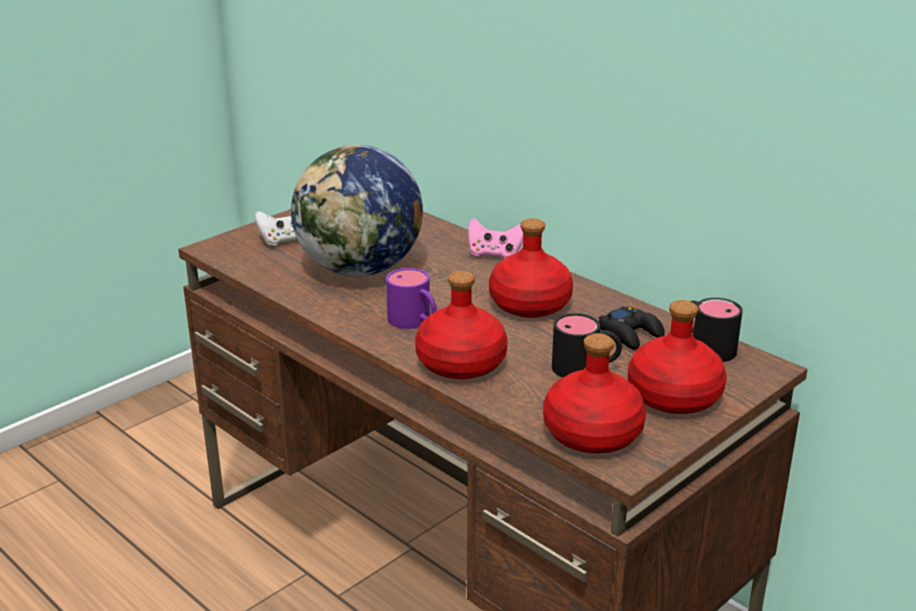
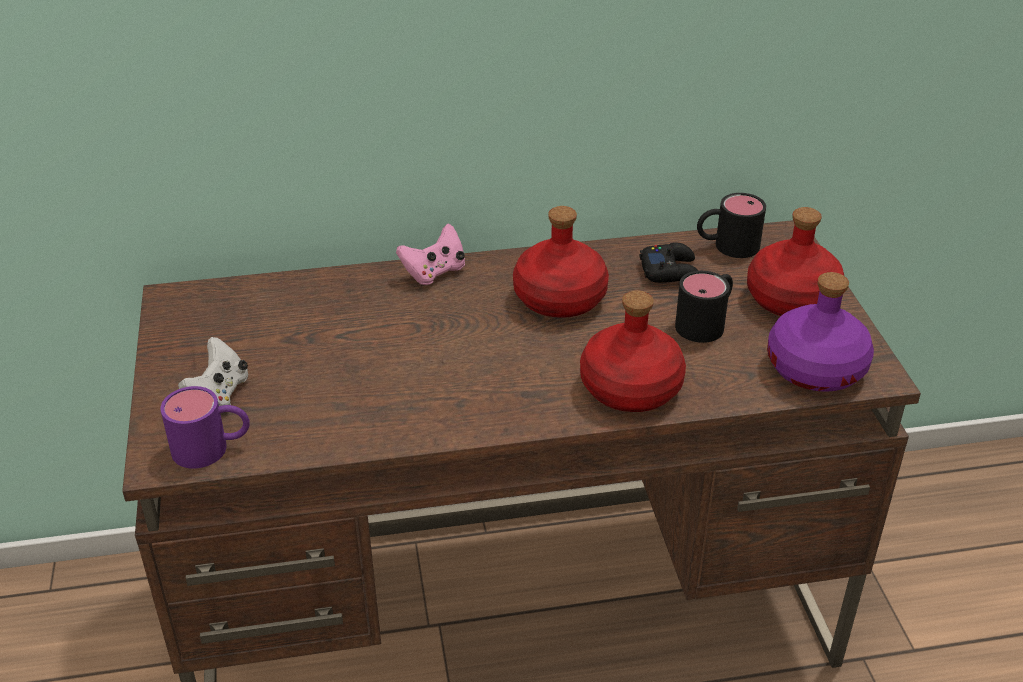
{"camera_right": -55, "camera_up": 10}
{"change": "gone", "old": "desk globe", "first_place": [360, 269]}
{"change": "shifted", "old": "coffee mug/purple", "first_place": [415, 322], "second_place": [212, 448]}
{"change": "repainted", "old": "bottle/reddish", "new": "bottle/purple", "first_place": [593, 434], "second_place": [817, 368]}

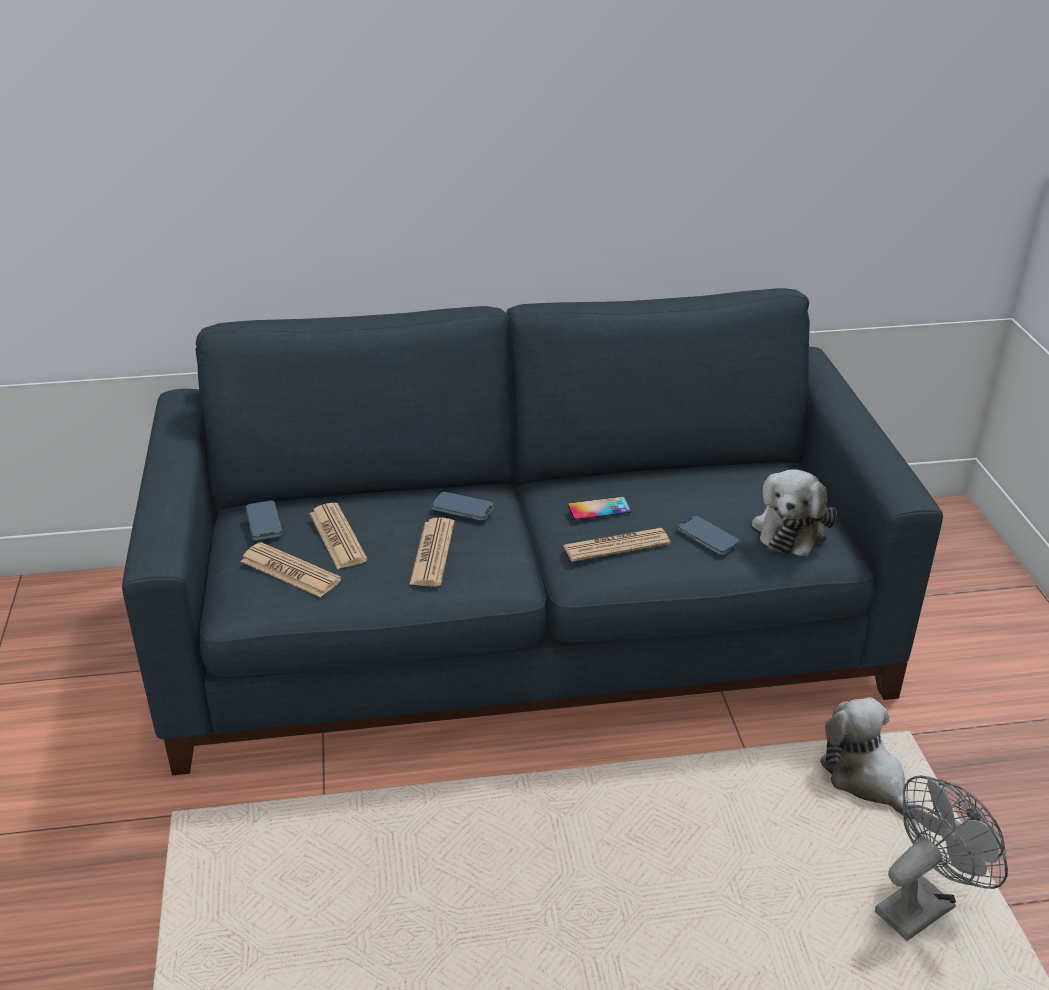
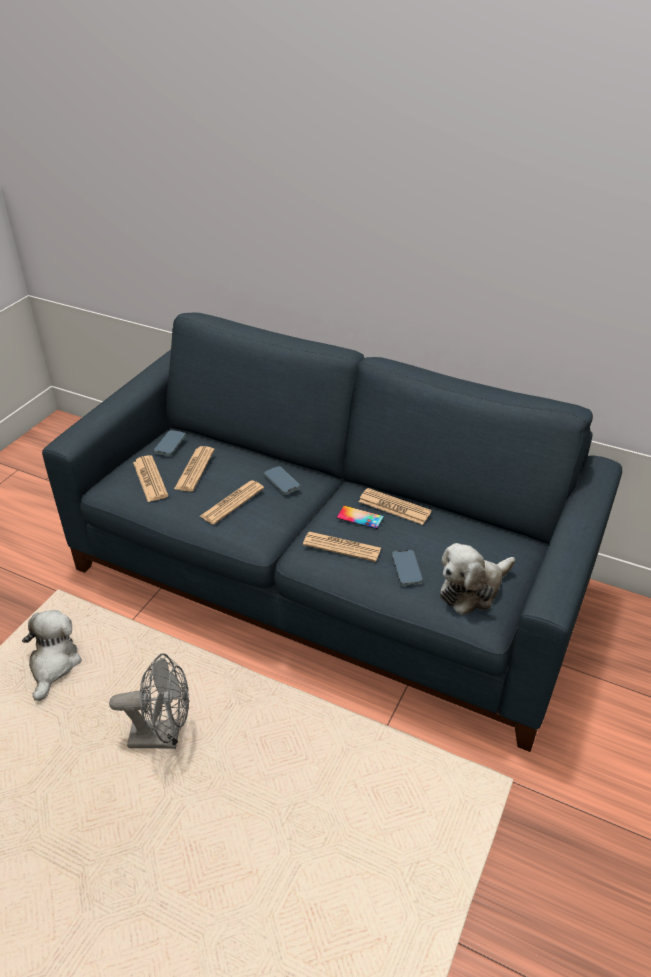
{"camera_right": 35, "camera_up": 5}
{"change": "shifted", "old": "cuddly toy", "first_place": [866, 778], "second_place": [54, 664]}
{"change": "shifted", "old": "cooling fan/gray", "first_place": [922, 903], "second_place": [163, 736]}
{"change": "new", "new": "daily paper", "second_place": [394, 507]}

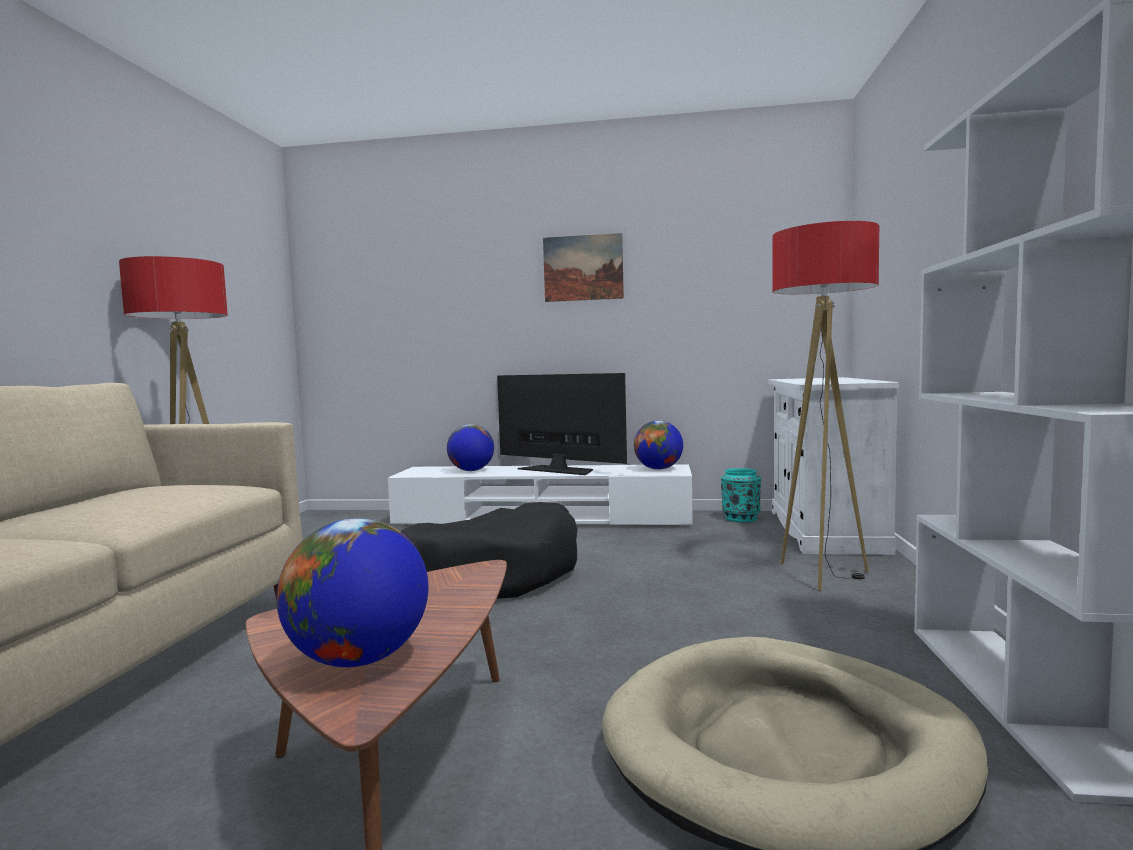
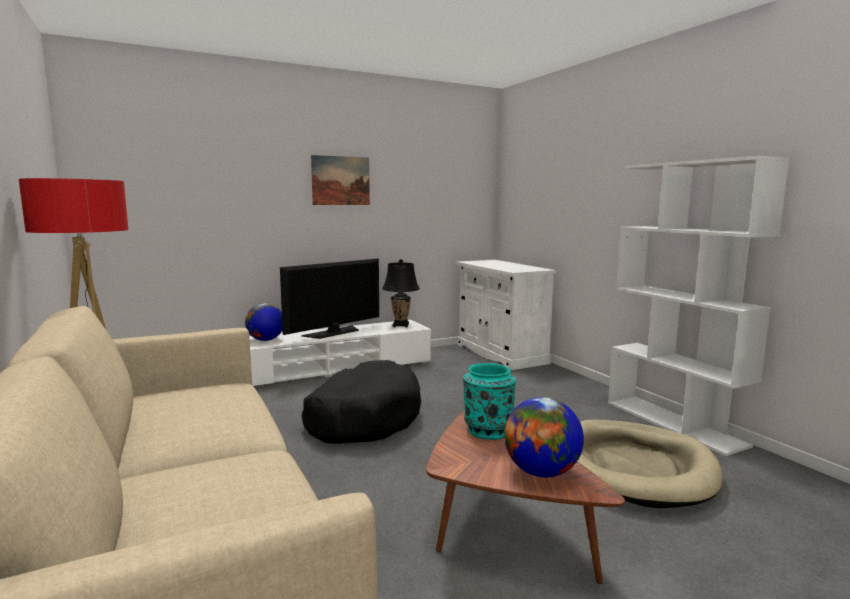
{"camera_right": -35, "camera_up": 5}
{"change": "rotated", "old": "TV", "first_place": [558, 470], "second_place": [333, 332], "degrees": 135}
{"change": "swapped", "old": "desk globe", "new": "table lamp/blackish", "first_place": [658, 469], "second_place": [400, 325]}
{"change": "shifted", "old": "vase/turquoise-coloured", "first_place": [740, 518], "second_place": [487, 430]}
{"change": "gone", "old": "floor lamp", "first_place": [822, 575]}

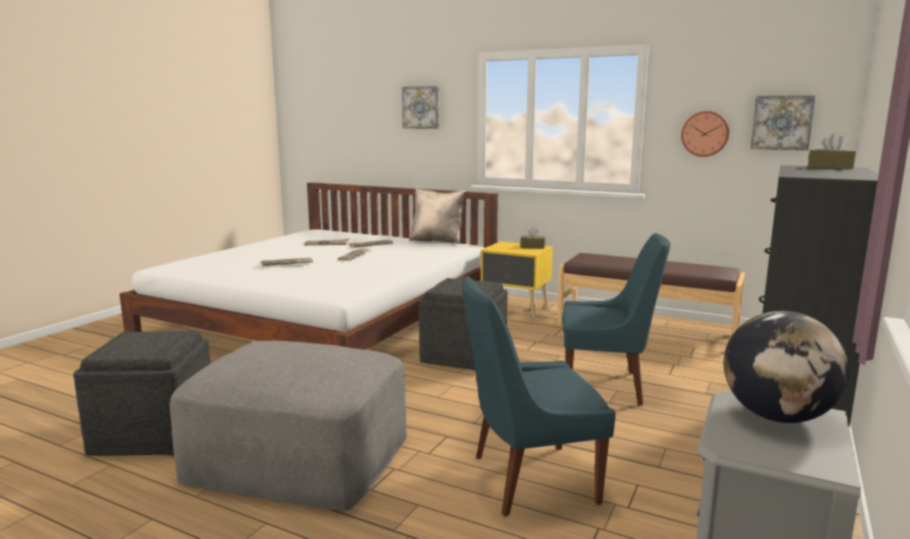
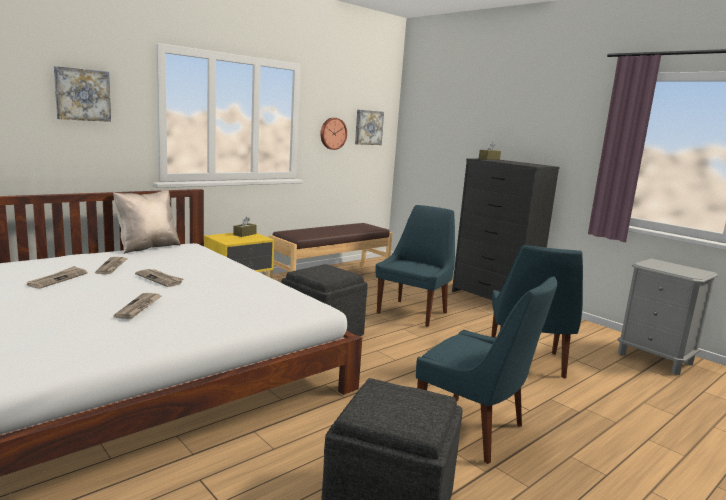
{"camera_right": -70, "camera_up": 0}
{"change": "swapped", "old": "ottoman/gray", "new": "upright chair/bluish", "first_place": [298, 457], "second_place": [474, 430]}
{"change": "gone", "old": "desk globe", "first_place": [777, 417]}

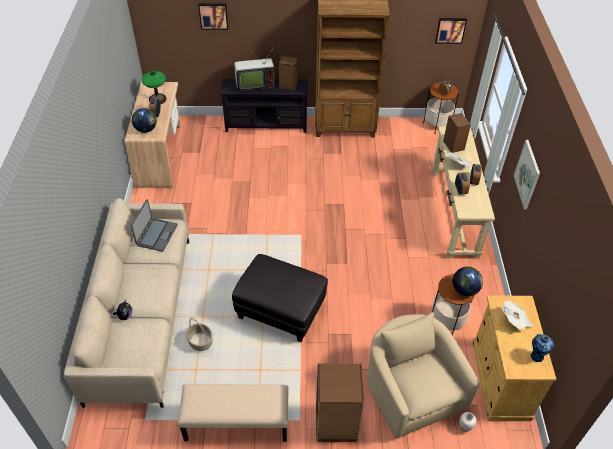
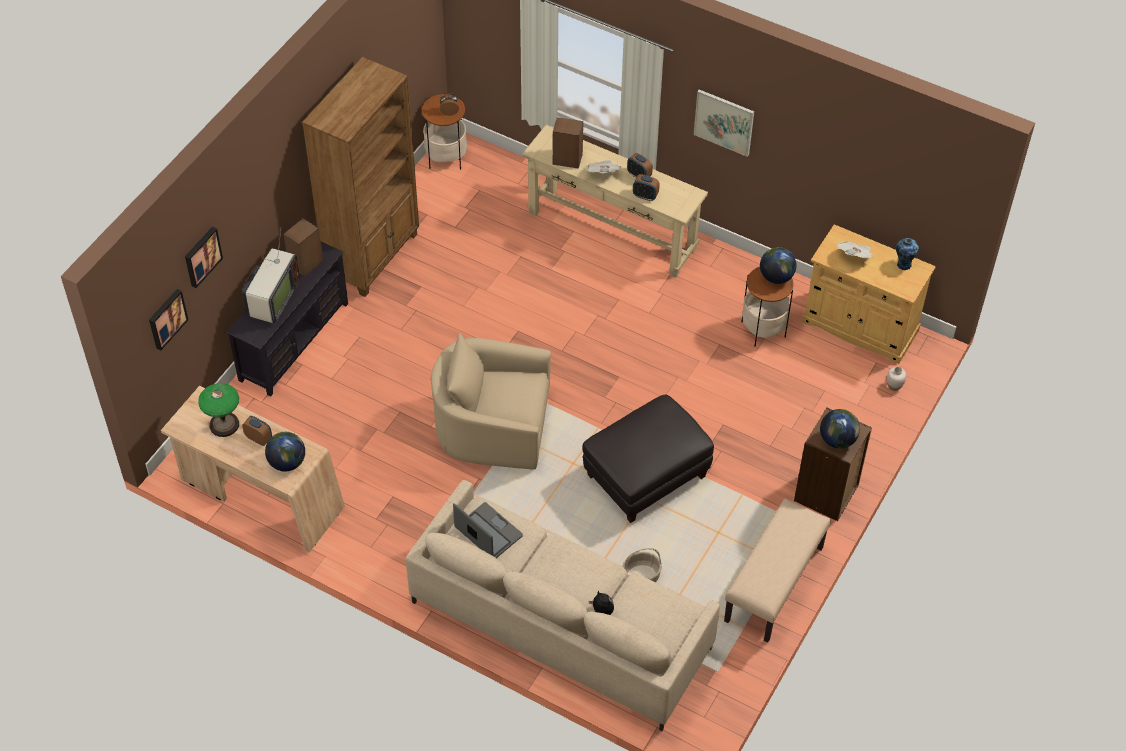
{"camera_right": -60, "camera_up": 5}
{"change": "shifted", "old": "armchair/beige-coloured", "first_place": [412, 390], "second_place": [493, 426]}
{"change": "shifted", "old": "picture", "first_place": [450, 30], "second_place": [166, 318]}
{"change": "new", "new": "desk globe", "second_place": [837, 440]}

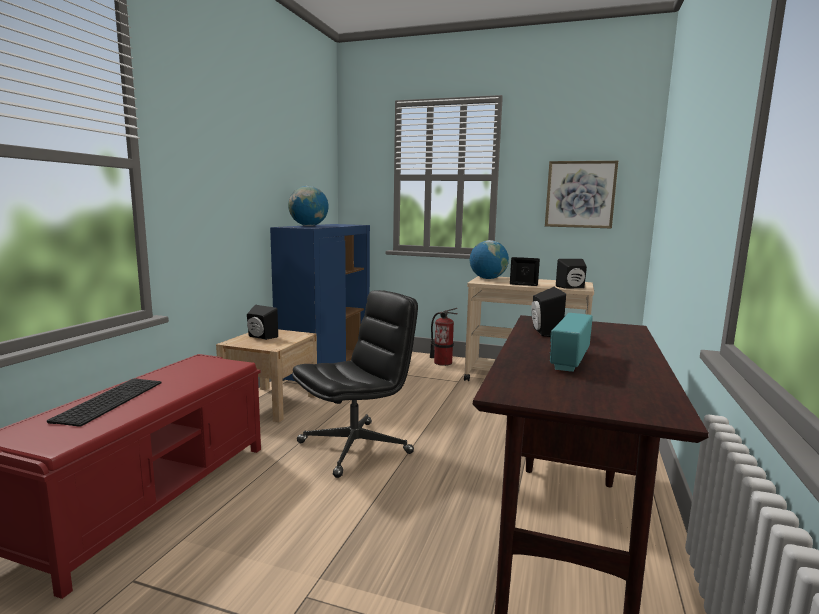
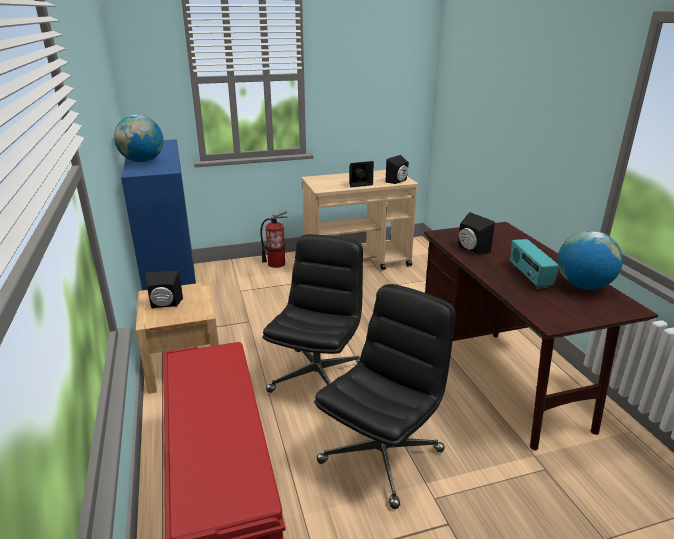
{"camera_right": -35, "camera_up": 15}
{"change": "gone", "old": "keyboard", "first_place": [109, 400]}
{"change": "shifted", "old": "desk globe", "first_place": [488, 278], "second_place": [582, 286]}
{"change": "gone", "old": "picture", "first_place": [580, 194]}
{"change": "new", "new": "desk chair/blackish", "second_place": [382, 455]}

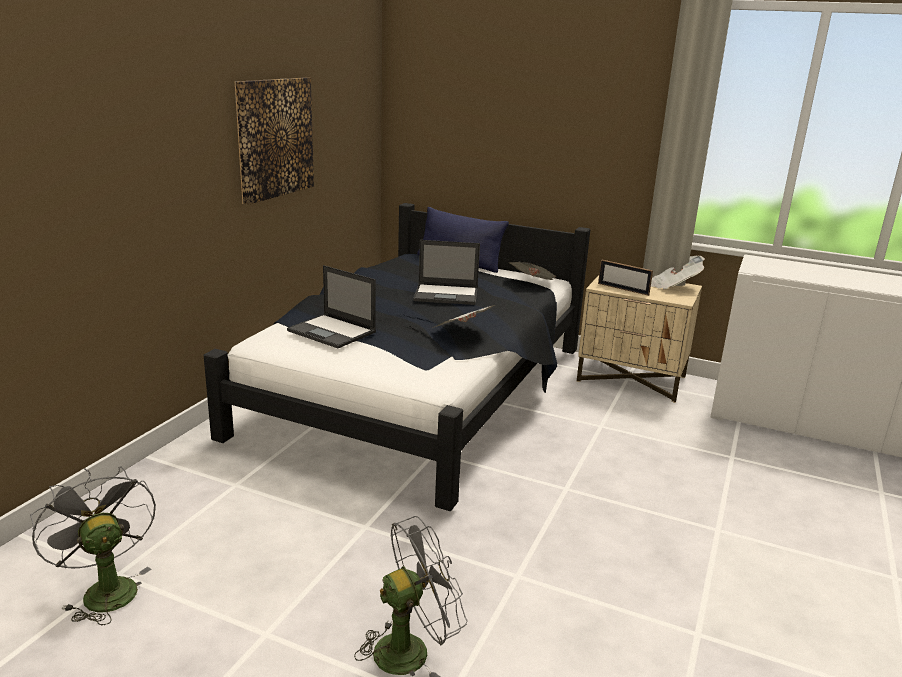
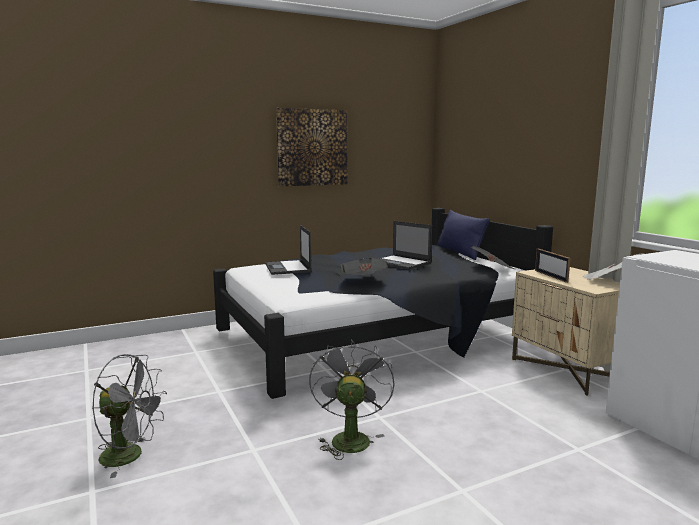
{"camera_right": 40, "camera_up": -10}
{"change": "shifted", "old": "cooling fan/gray", "first_place": [105, 589], "second_place": [349, 438]}

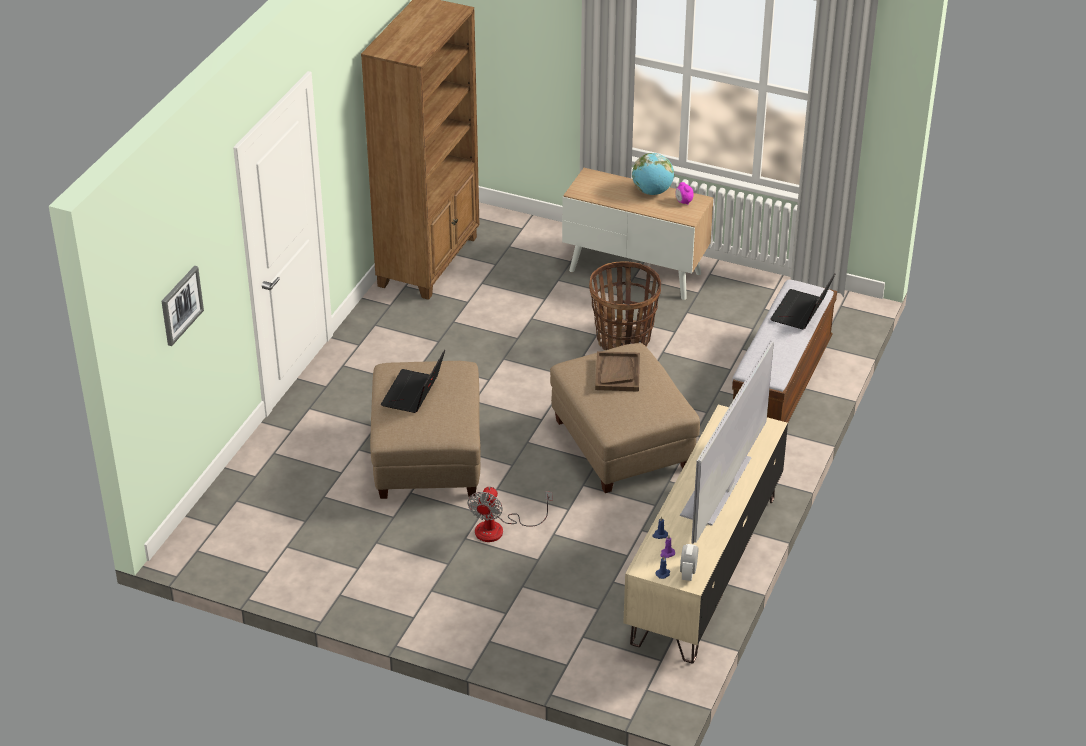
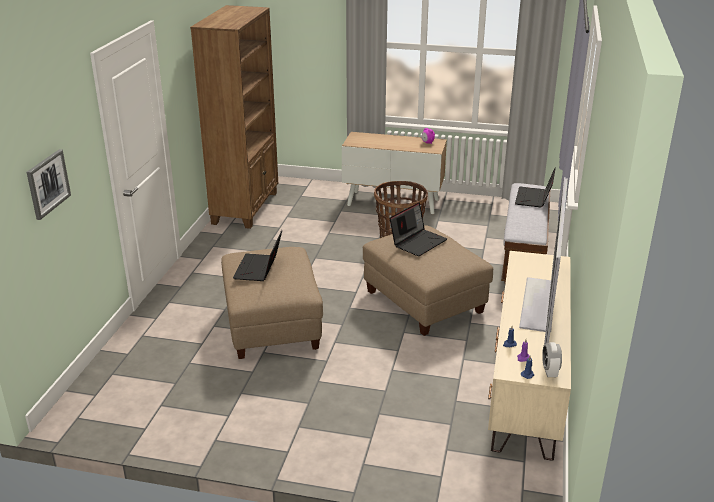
{"camera_right": -10, "camera_up": -10}
{"change": "gone", "old": "cooling fan", "first_place": [499, 529]}
{"change": "swapped", "old": "tray/brown", "new": "portable computer", "first_place": [617, 373], "second_place": [418, 242]}
{"change": "gone", "old": "desk globe", "first_place": [652, 192]}

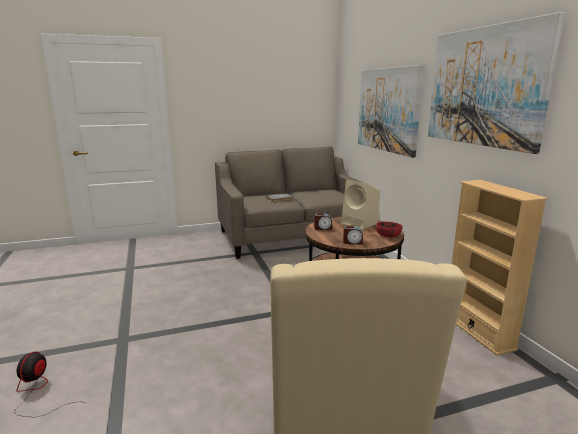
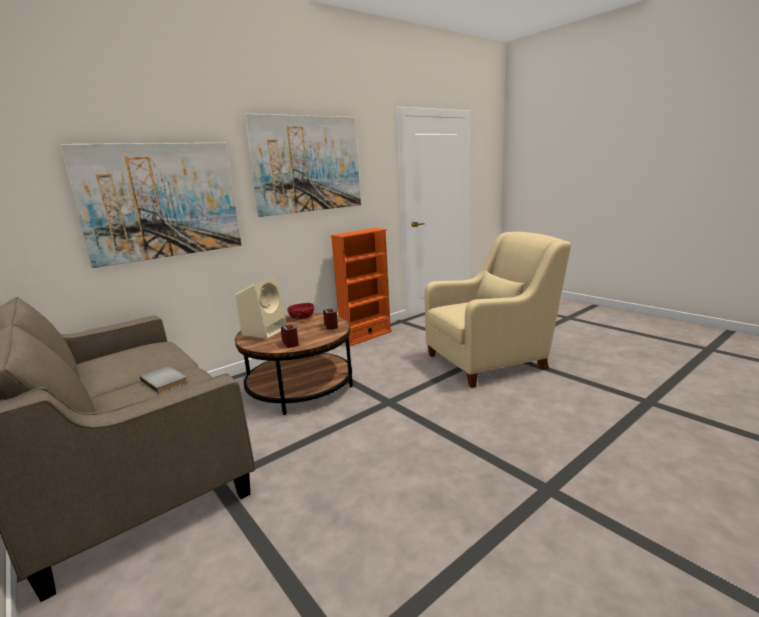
{"camera_right": -110, "camera_up": 0}
{"change": "gone", "old": "cooling fan", "first_place": [38, 392]}
{"change": "repainted", "old": "shelving unit/beige-coloured", "new": "shelving unit/orange", "first_place": [478, 331], "second_place": [366, 336]}

